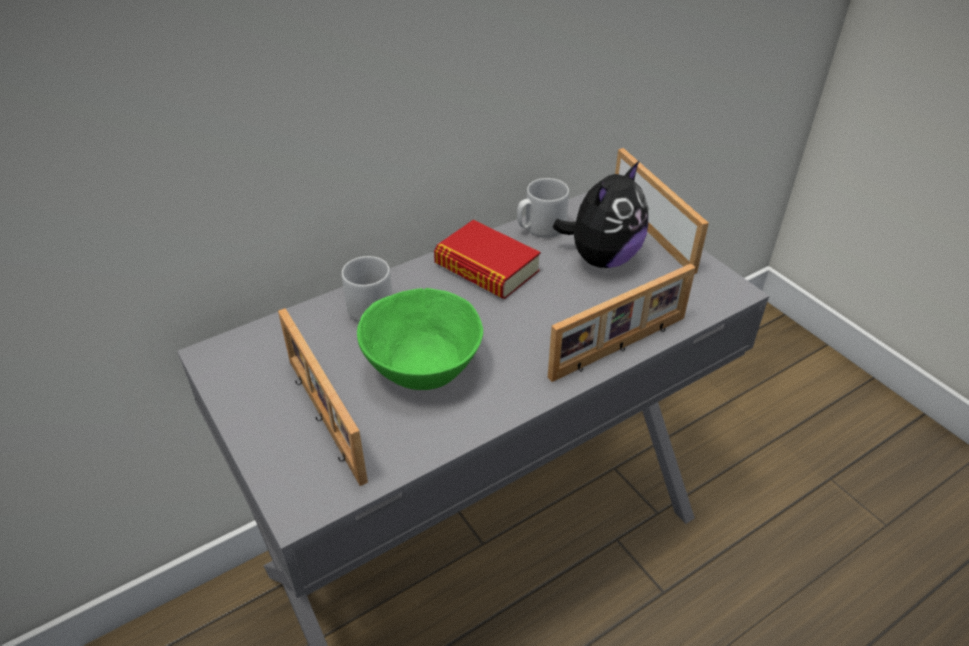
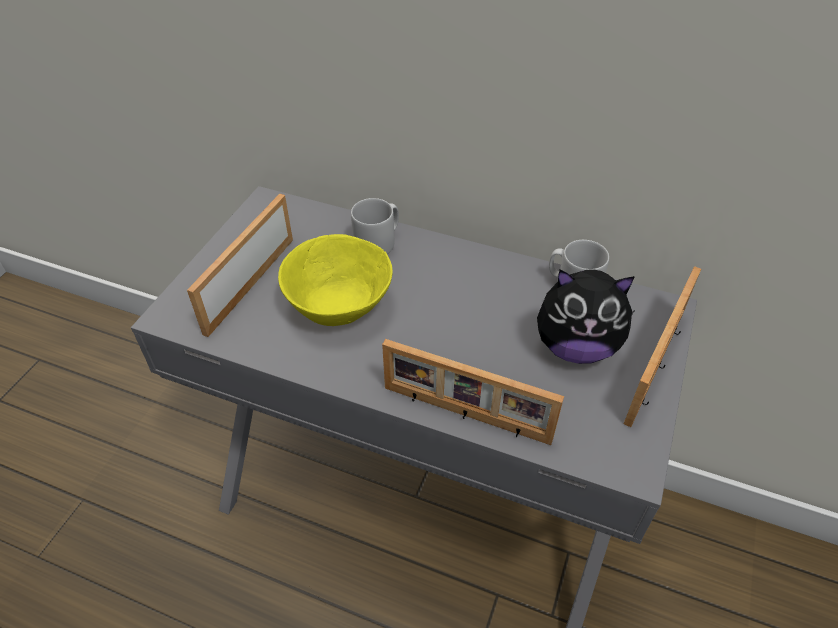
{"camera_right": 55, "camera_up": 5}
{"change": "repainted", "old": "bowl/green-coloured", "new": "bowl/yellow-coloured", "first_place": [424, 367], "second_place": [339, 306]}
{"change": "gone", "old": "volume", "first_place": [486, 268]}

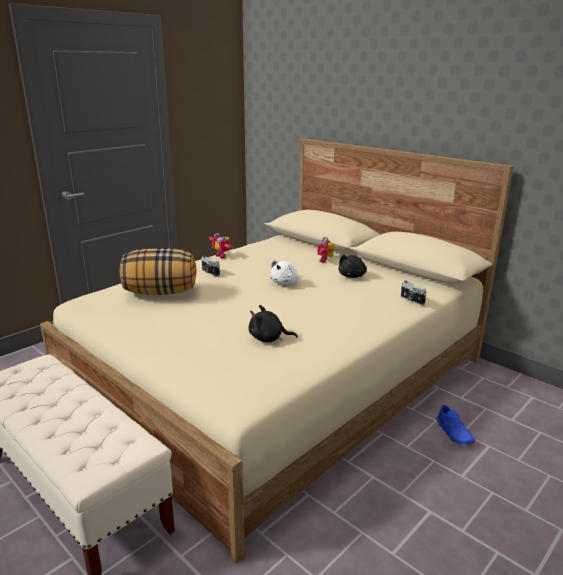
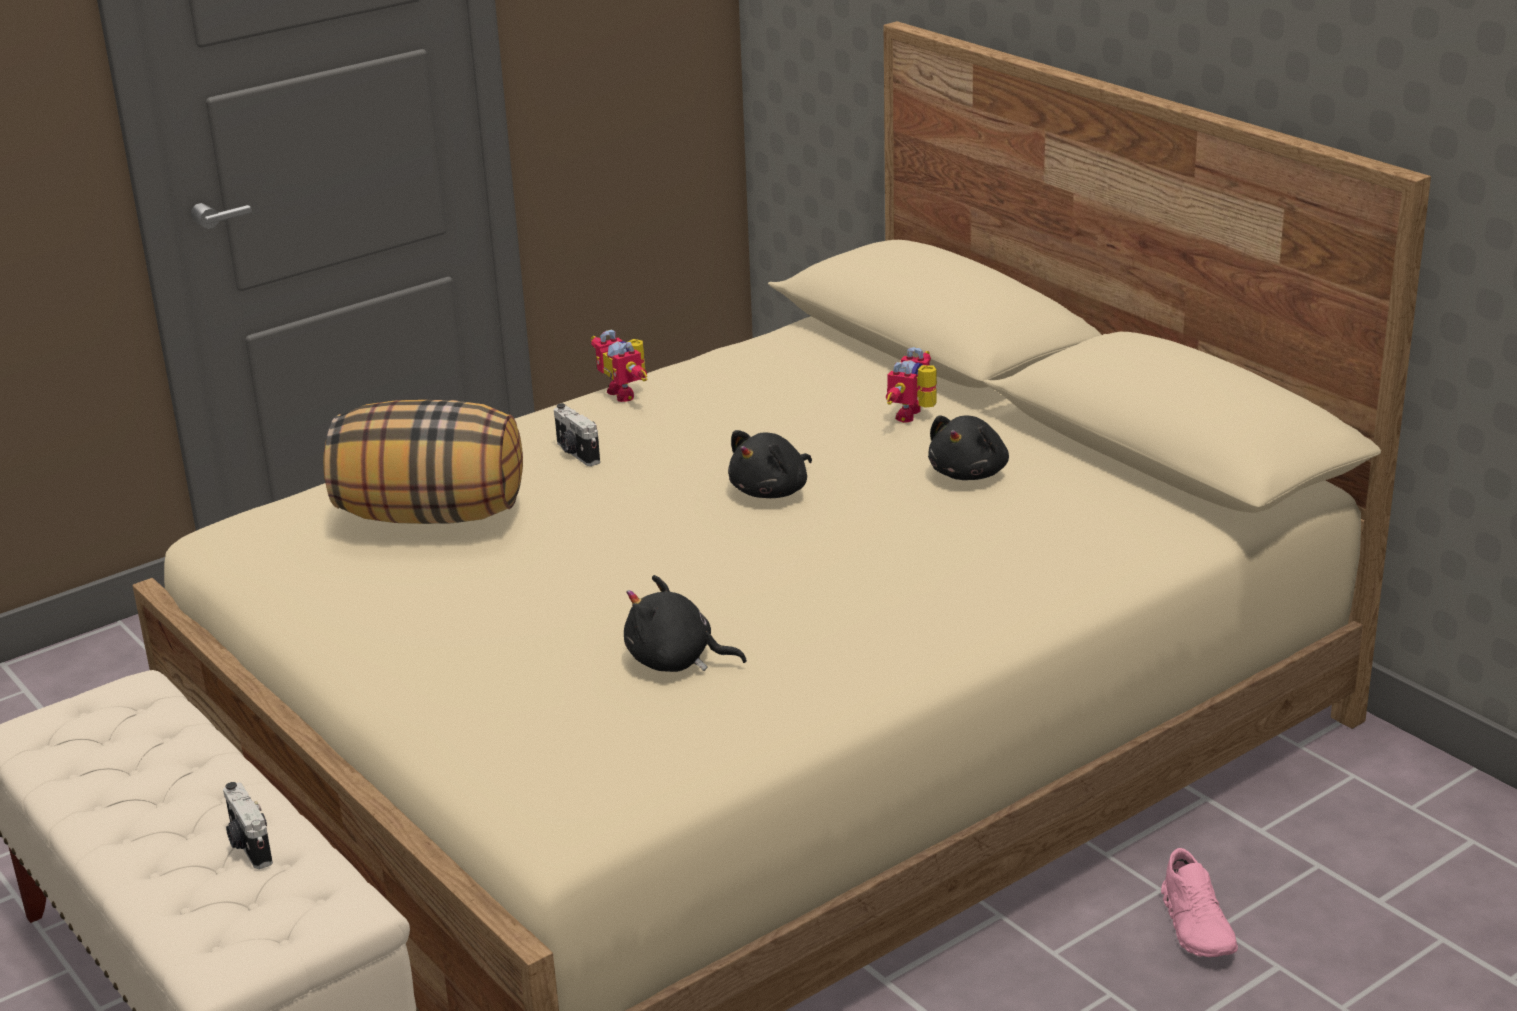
{"camera_right": 10, "camera_up": 5}
{"change": "repainted", "old": "cuddly toy/whitish", "new": "cuddly toy/blackish", "first_place": [285, 282], "second_place": [772, 491]}
{"change": "shifted", "old": "photo camera", "first_place": [411, 300], "second_place": [248, 846]}
{"change": "repainted", "old": "low shoe/bluish", "new": "low shoe/pink", "first_place": [454, 433], "second_place": [1197, 926]}

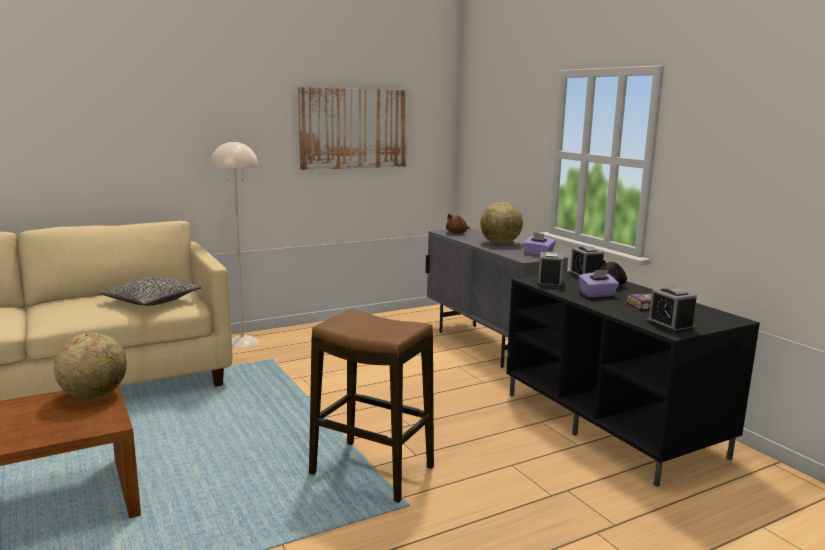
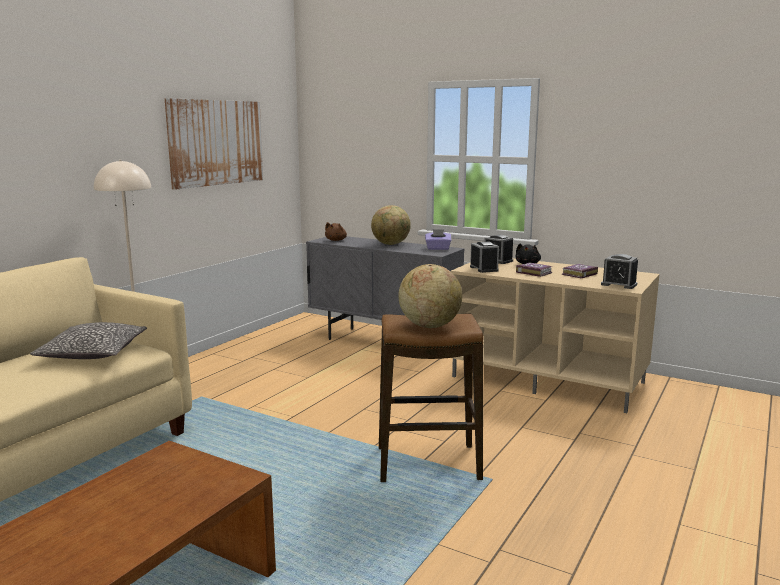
{"camera_right": -30, "camera_up": 0}
{"change": "shifted", "old": "desk globe", "first_place": [94, 395], "second_place": [429, 326]}
{"change": "repainted", "old": "tv unit/blackish", "new": "tv unit/beige-coloured", "first_place": [613, 424], "second_place": [549, 379]}
{"change": "swapped", "old": "box of tissues/purple", "new": "volume", "first_place": [597, 295], "second_place": [533, 272]}

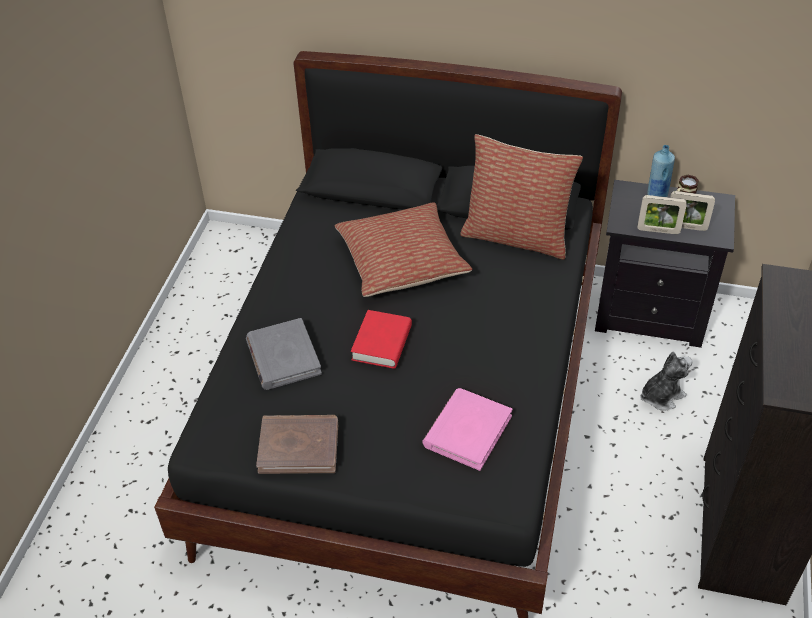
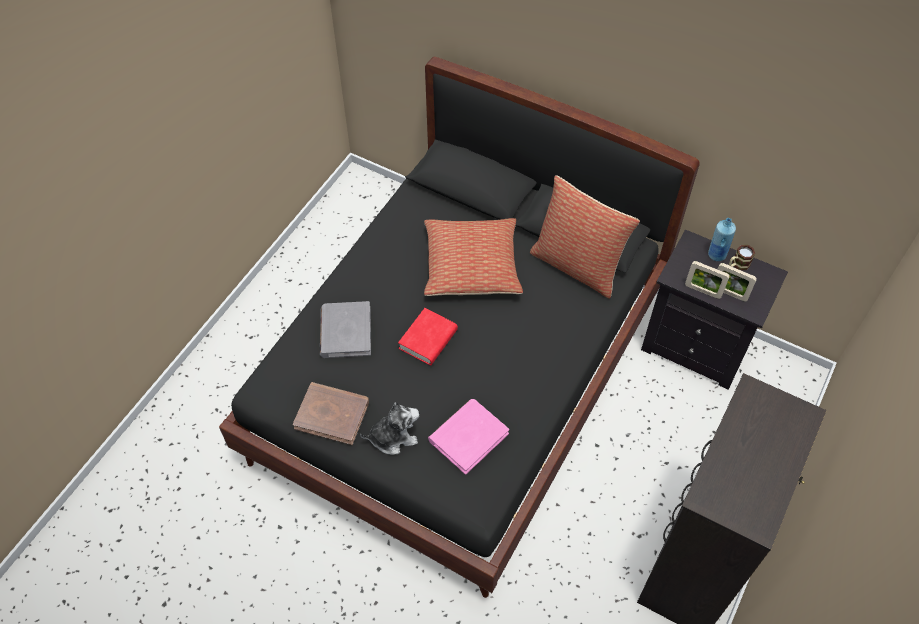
{"camera_right": 15, "camera_up": 10}
{"change": "shifted", "old": "cuddly toy", "first_place": [661, 396], "second_place": [393, 437]}

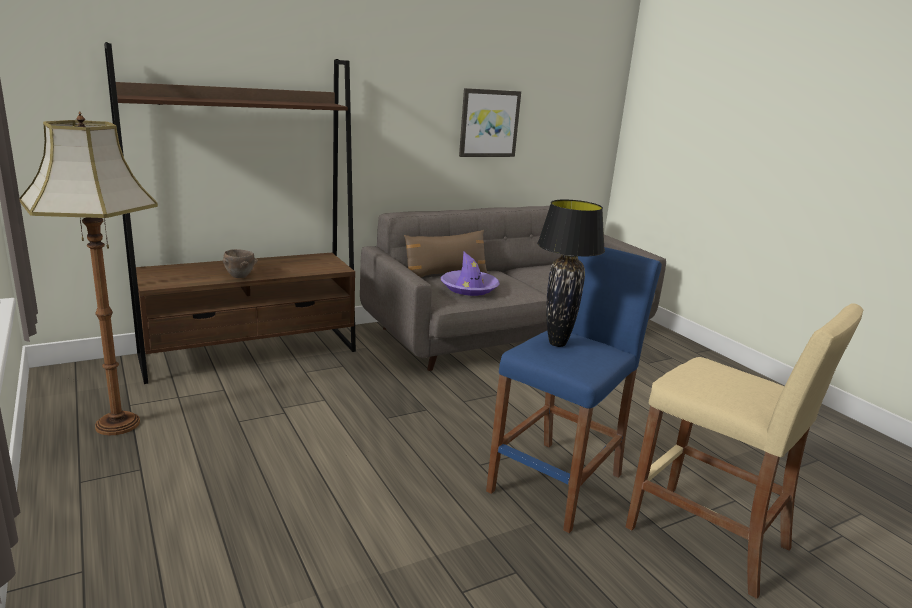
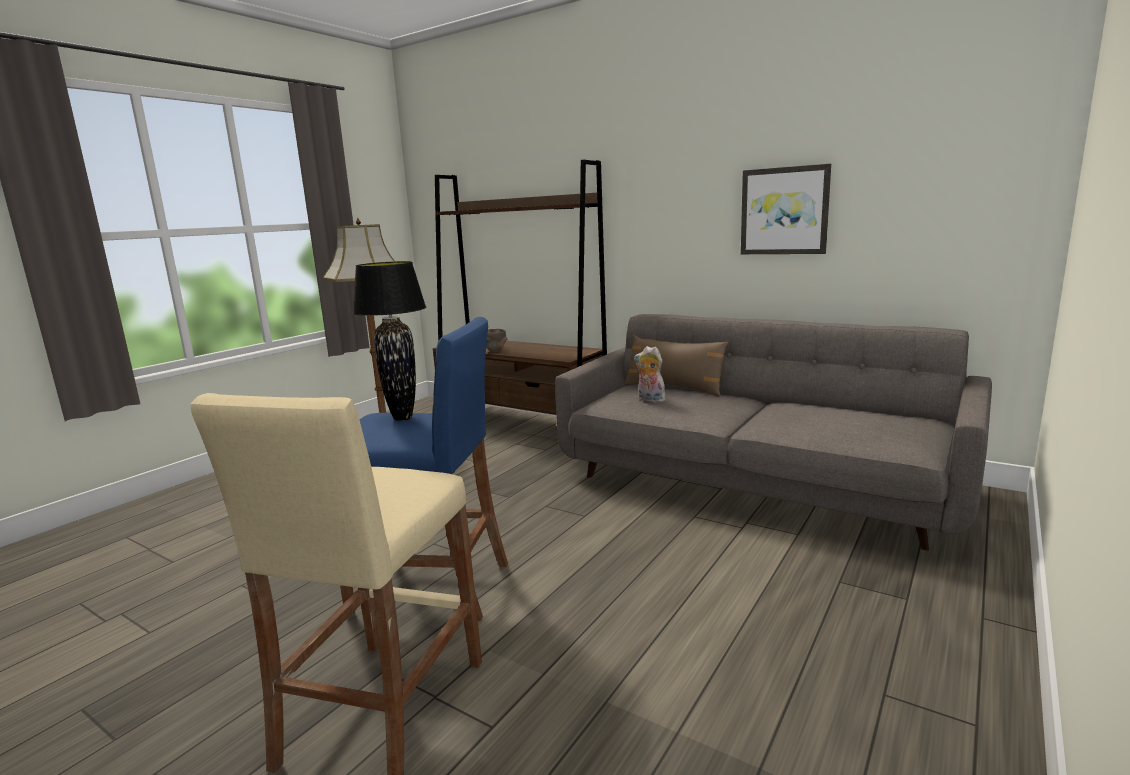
{"camera_right": 65, "camera_up": -5}
{"change": "swapped", "old": "wearable hat/purple", "new": "cuddly toy", "first_place": [469, 288], "second_place": [650, 400]}

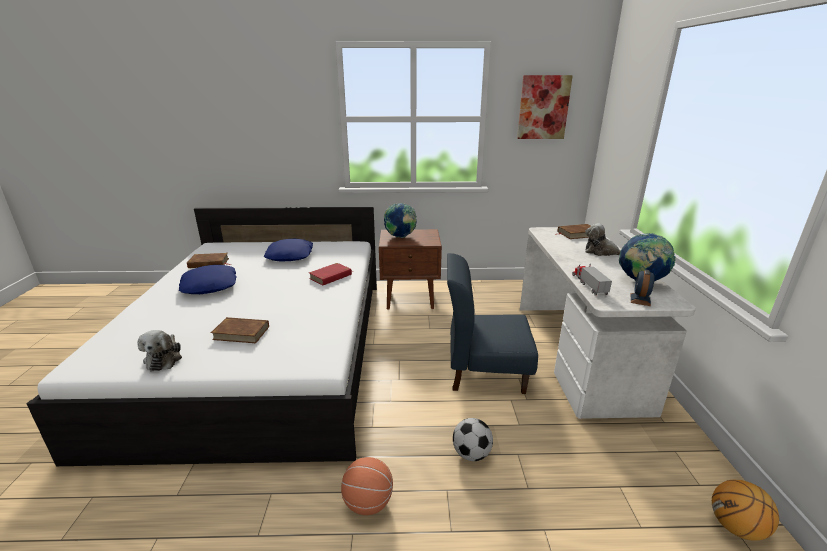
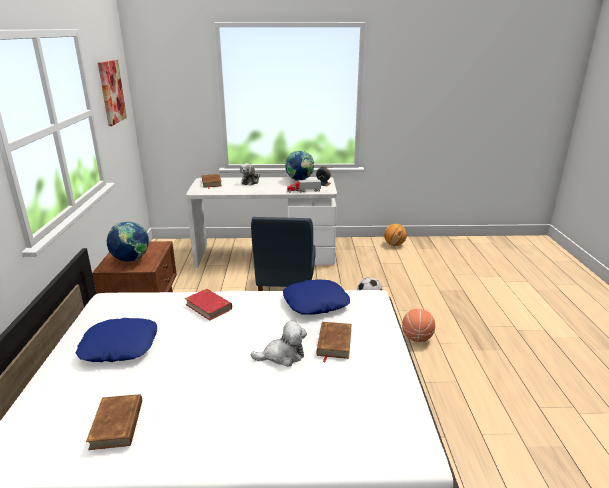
{"camera_right": -90, "camera_up": 0}
{"change": "shifted", "old": "cuddly toy", "first_place": [164, 358], "second_place": [282, 356]}
{"change": "shifted", "old": "pillow/bluish", "first_place": [210, 285], "second_place": [315, 302]}

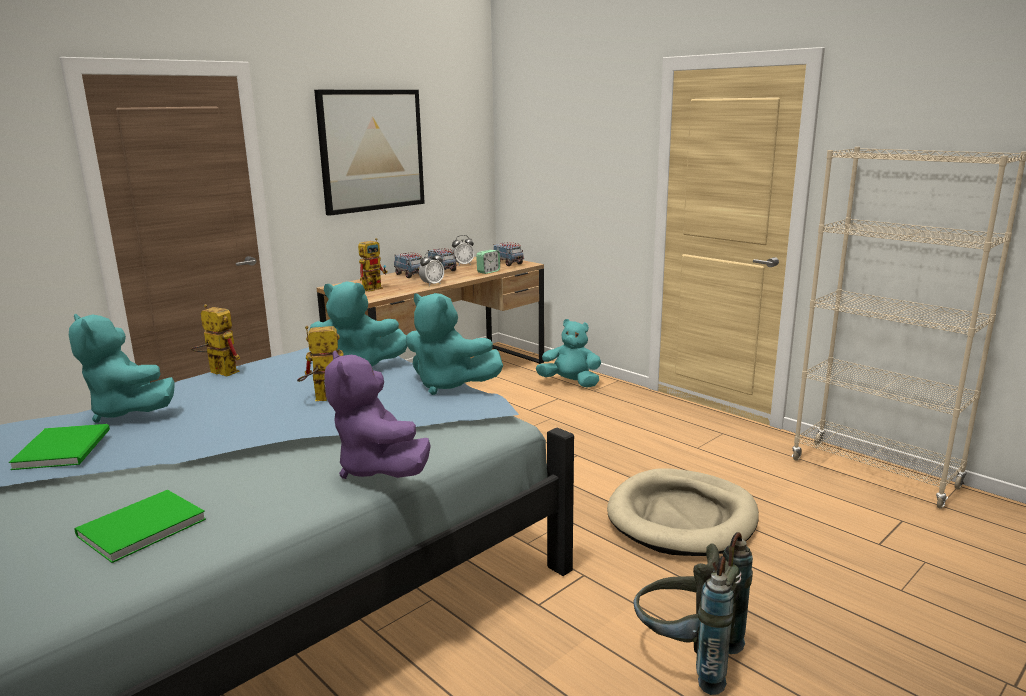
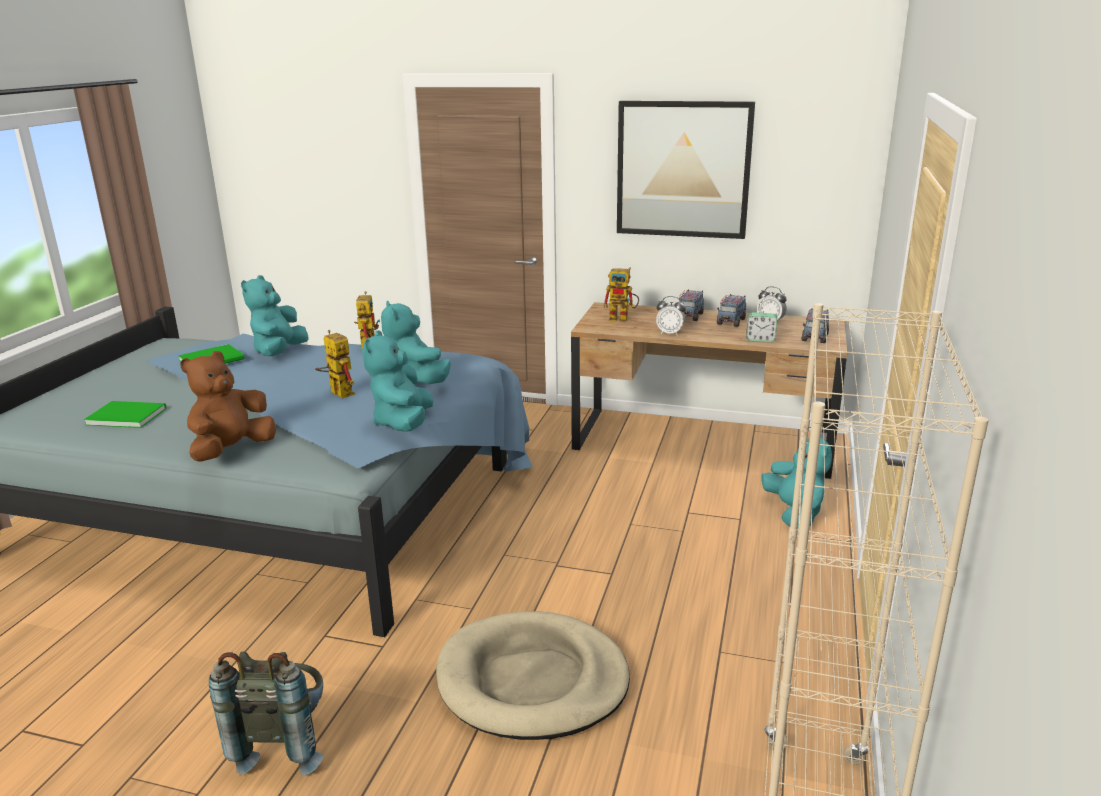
{"camera_right": 60, "camera_up": 5}
{"change": "repainted", "old": "cuddly toy/purple", "new": "cuddly toy/brown", "first_place": [378, 469], "second_place": [232, 450]}

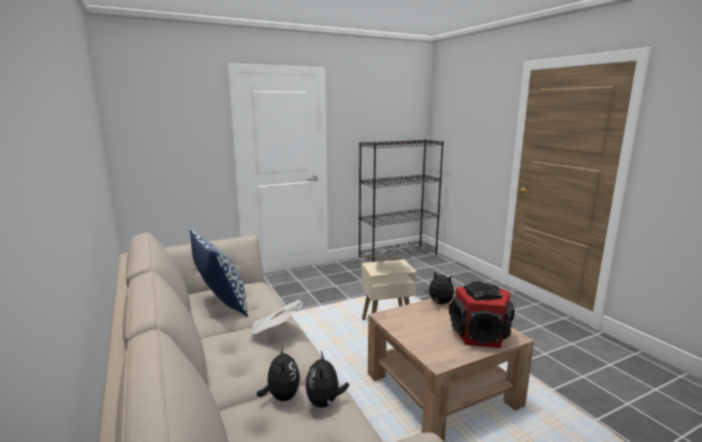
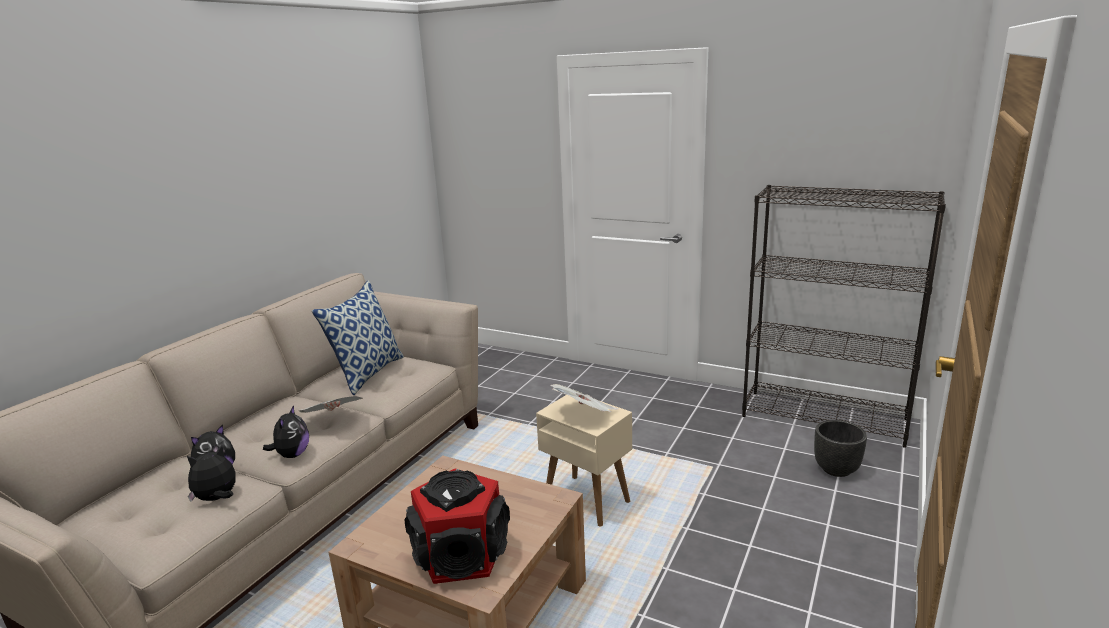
{"camera_right": 55, "camera_up": 5}
{"change": "shifted", "old": "cuddly toy", "first_place": [439, 303], "second_place": [292, 455]}
{"change": "new", "new": "flower pot/blackish", "second_place": [836, 469]}

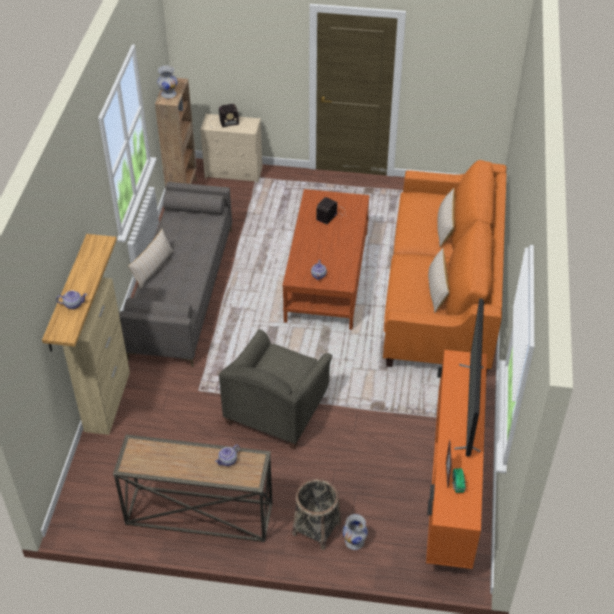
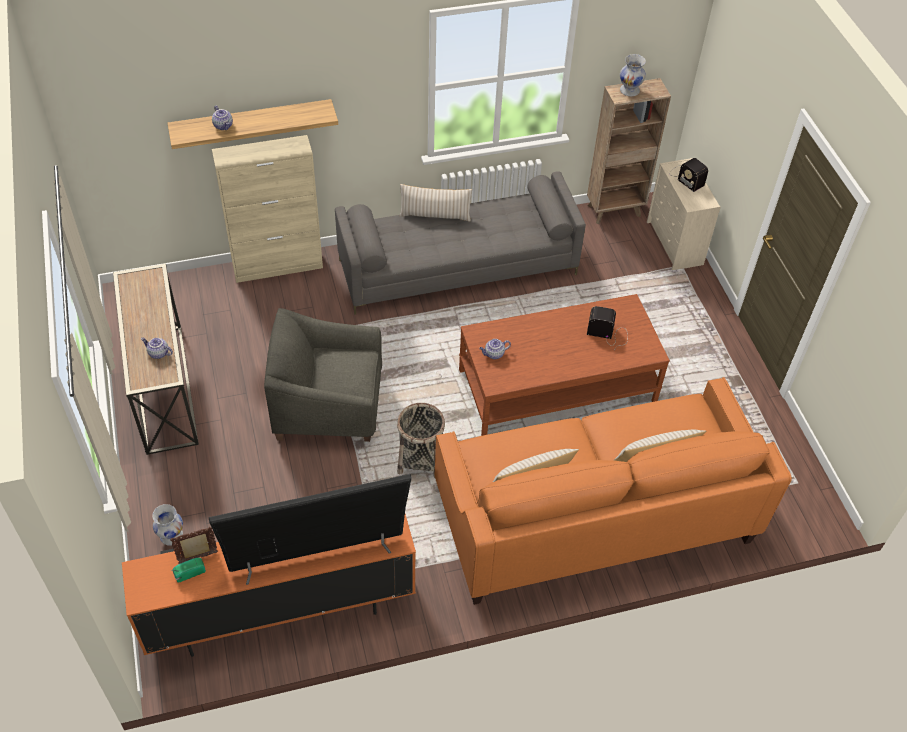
{"camera_right": 65, "camera_up": 5}
{"change": "shifted", "old": "household basket", "first_place": [316, 528], "second_place": [420, 459]}

